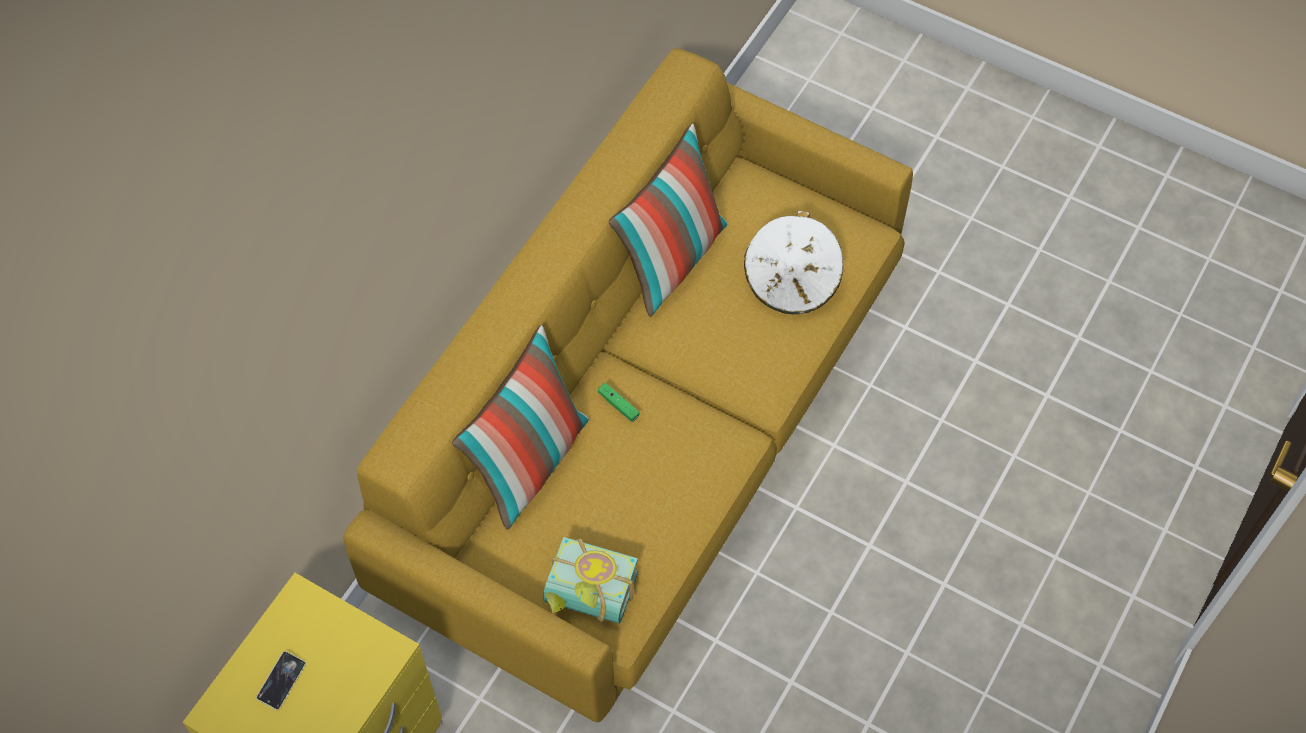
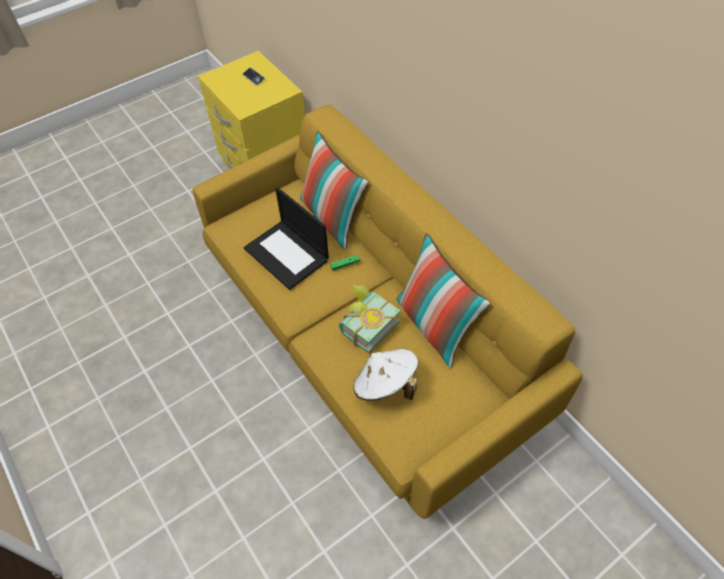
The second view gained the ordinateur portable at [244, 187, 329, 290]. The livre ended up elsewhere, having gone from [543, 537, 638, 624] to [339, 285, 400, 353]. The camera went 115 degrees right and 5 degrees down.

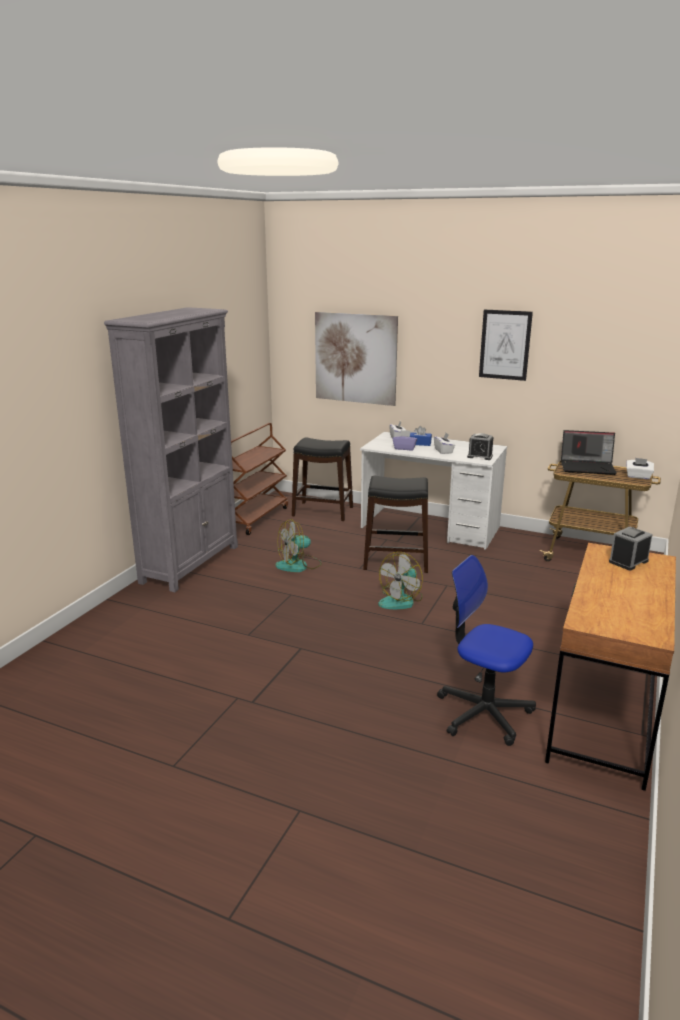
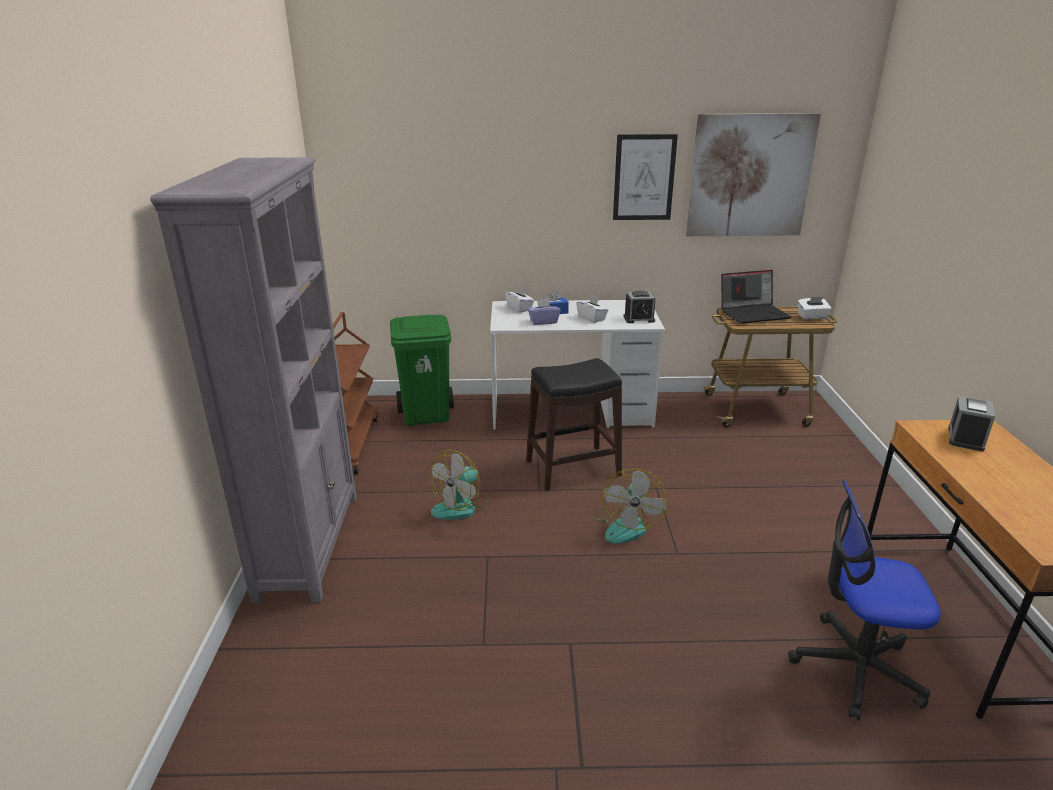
The tableau ended up elsewhere, having gone from [315, 312, 398, 406] to [686, 113, 821, 236]. Where the tabouret [noir] stood at [292, 437, 353, 521], the poubelle [vert] came to stand at [390, 314, 454, 426]. The camera went 25 degrees left and 5 degrees up.

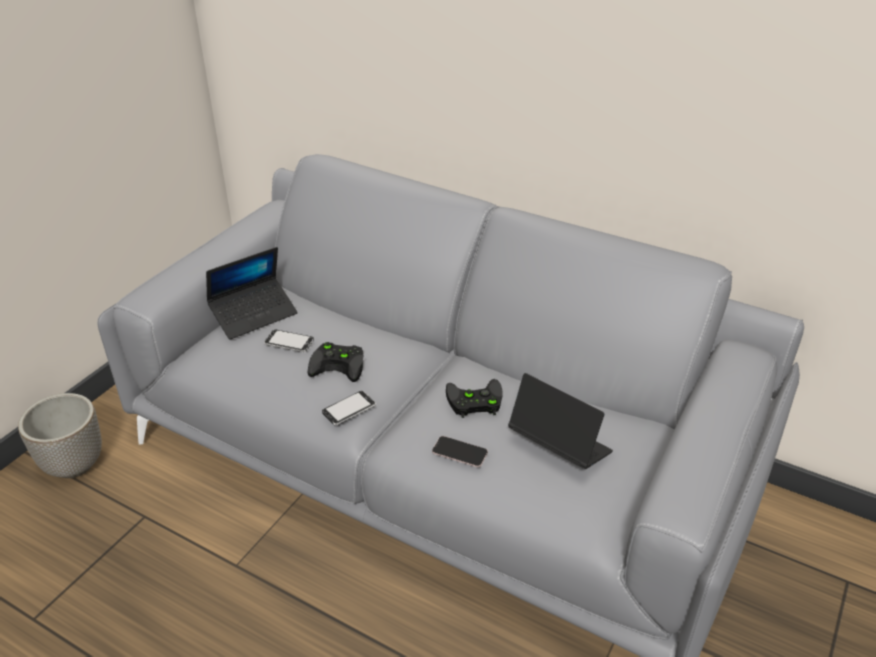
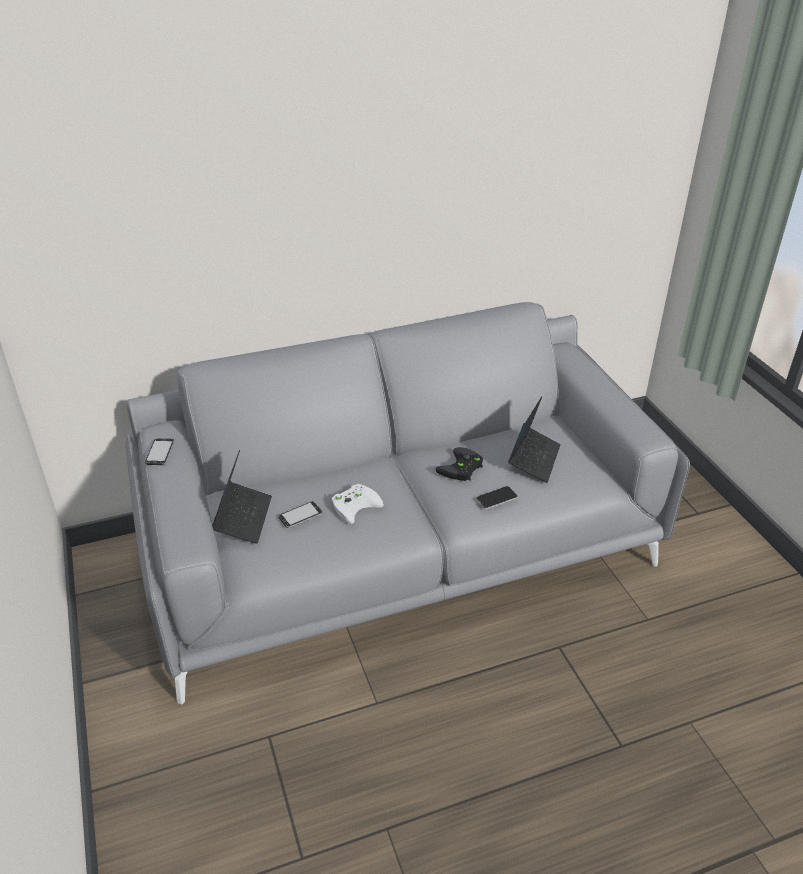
The second view lost the cache-pot at [18, 393, 102, 478]. The téléphone ended up elsewhere, having gone from [322, 391, 376, 425] to [145, 438, 175, 465]. What was the manette [noir] at [308, 342, 363, 382] turned into the manette [blanc] at [332, 484, 384, 524]. The ordinateur portable at [508, 373, 613, 469] ended up facing another way, 120 degrees clockwise from before. The camera went 50 degrees left and 0 degrees up.

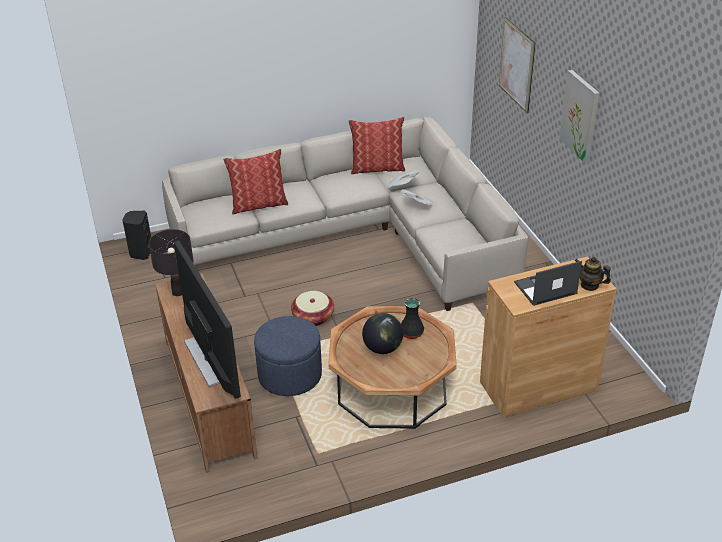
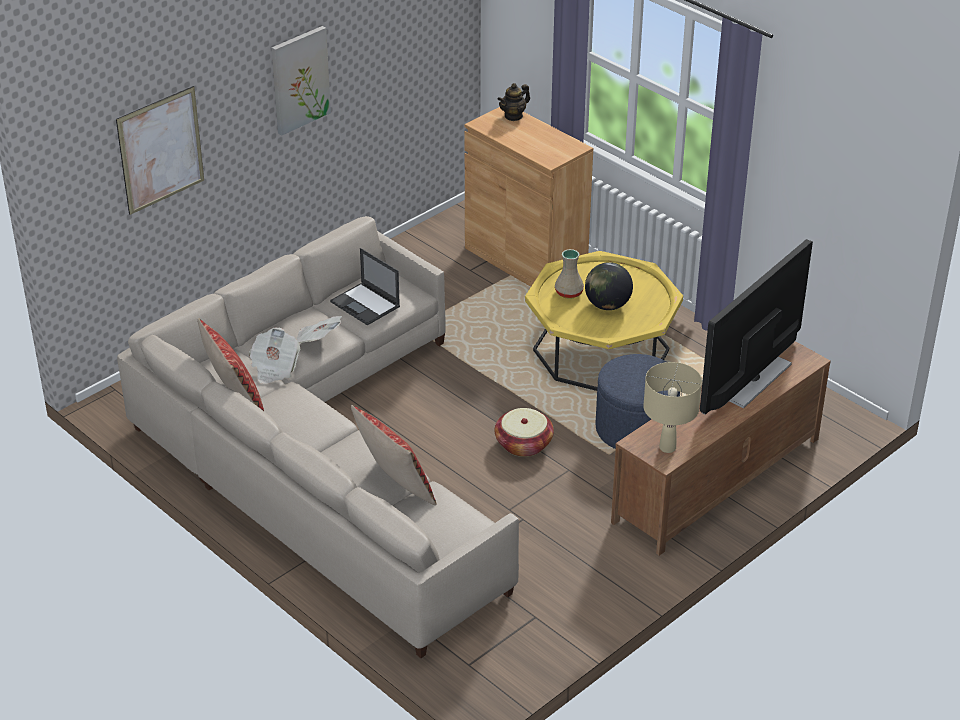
The second view lost the enceinte [noir] at [122, 211, 151, 260]. The ordinateur portable ended up elsewhere, having gone from [514, 261, 582, 306] to [330, 248, 400, 325]. What was the lampe de table [noir] at [149, 229, 193, 296] turned into the lampe de table [beige] at [643, 362, 702, 453]. What was the table basse [marron] at [328, 306, 457, 429] turned into the table basse [jaune] at [525, 251, 683, 391]. What was the vase [noir] at [401, 298, 424, 339] turned into the vase [beige] at [555, 249, 584, 299]. The théière at [575, 257, 611, 291] ended up facing another way, 45 degrees clockwise from before. The camera went 115 degrees left and 0 degrees up.

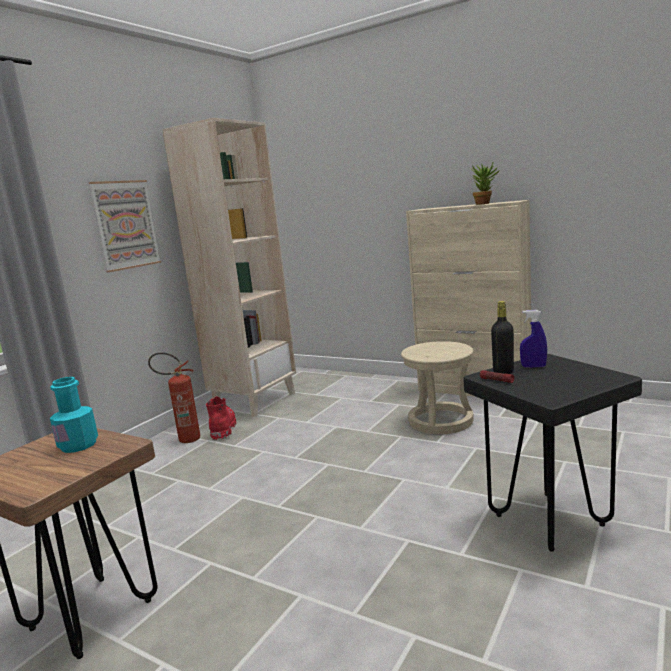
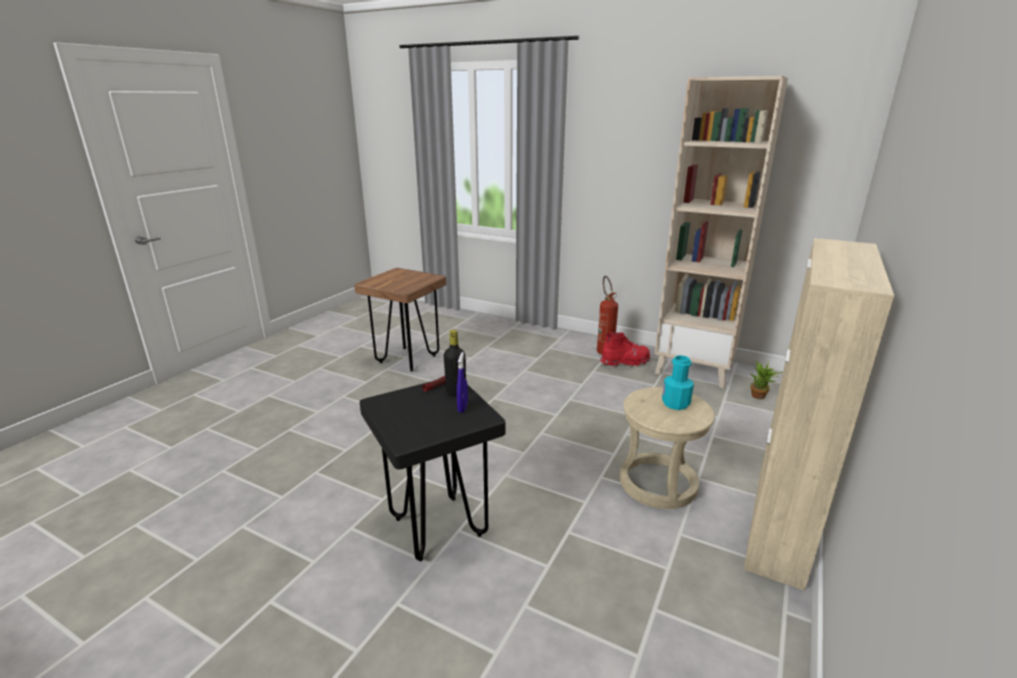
The second view lost the tableau at [89, 180, 161, 272]. The bouteille [turquoise] ended up elsewhere, having gone from [50, 377, 98, 453] to [662, 355, 694, 410]. The plante en pot ended up elsewhere, having gone from [470, 164, 500, 205] to [750, 360, 782, 399]. The camera went 85 degrees right and 10 degrees up.

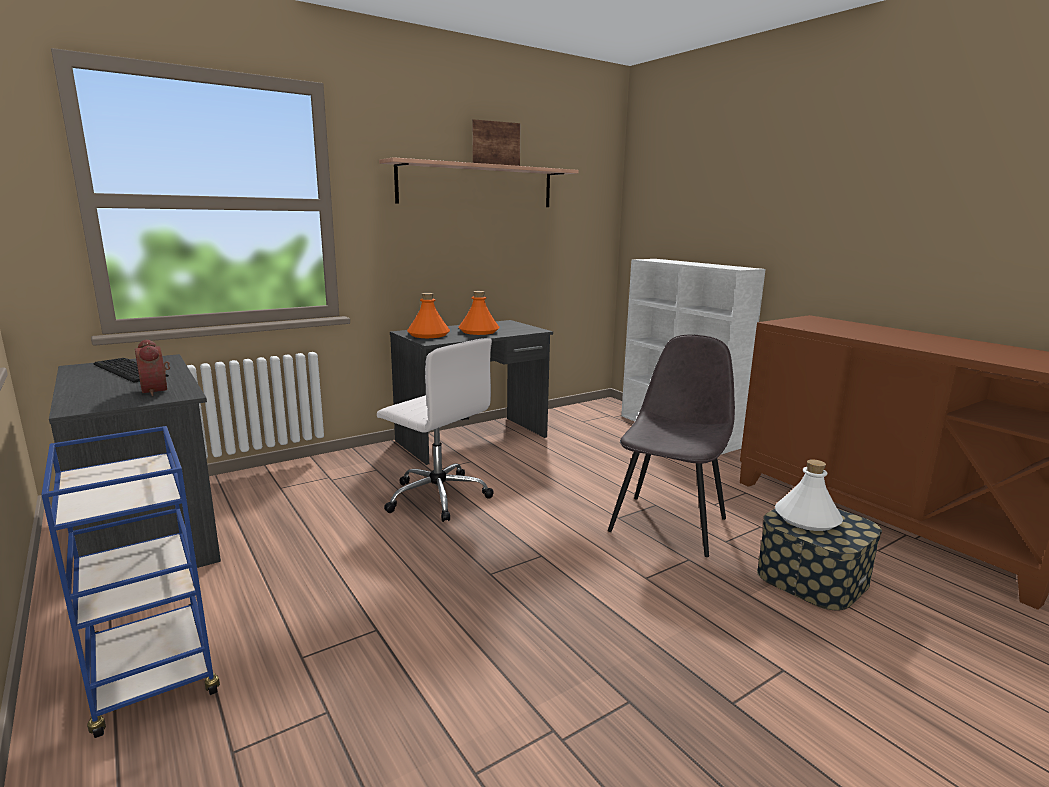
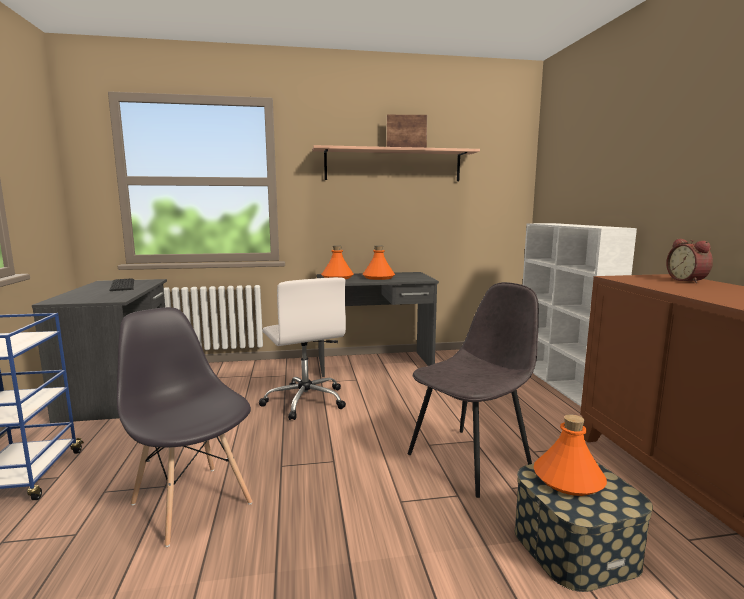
The second view gained the chaise [gris] at [117, 307, 253, 547]. The réveil ended up elsewhere, having gone from [135, 339, 170, 396] to [666, 239, 713, 283]. What was the bouteille [blanc] at [775, 459, 843, 531] turned into the bouteille [orange] at [533, 414, 607, 496]. The camera went 25 degrees right and 5 degrees down.

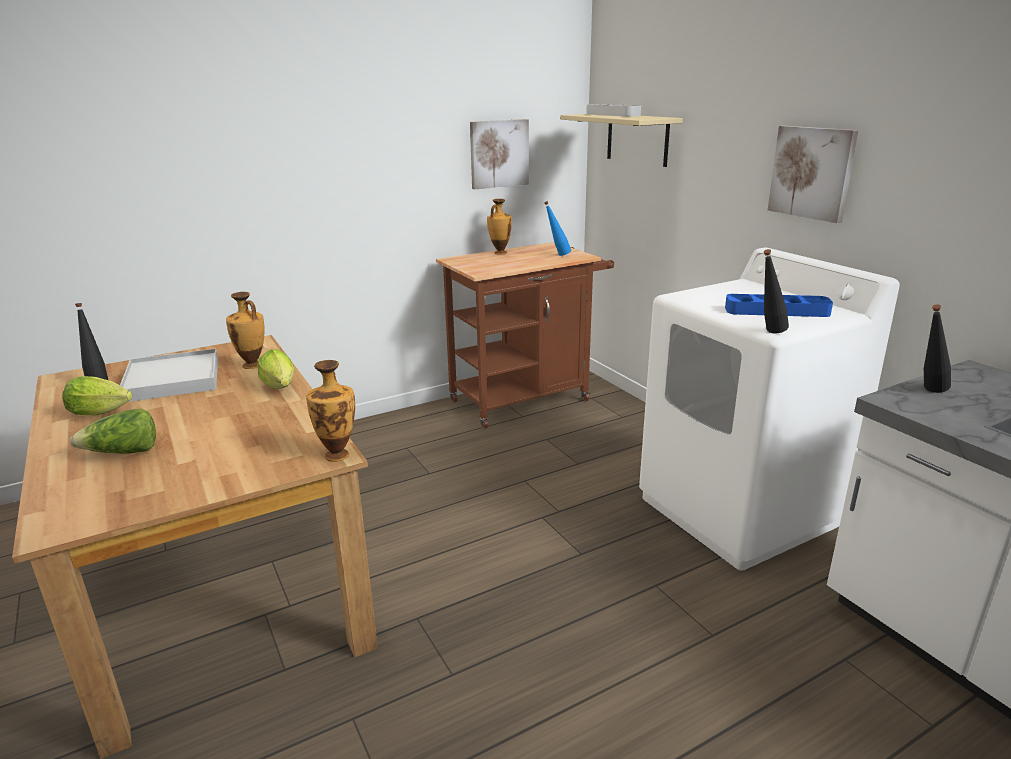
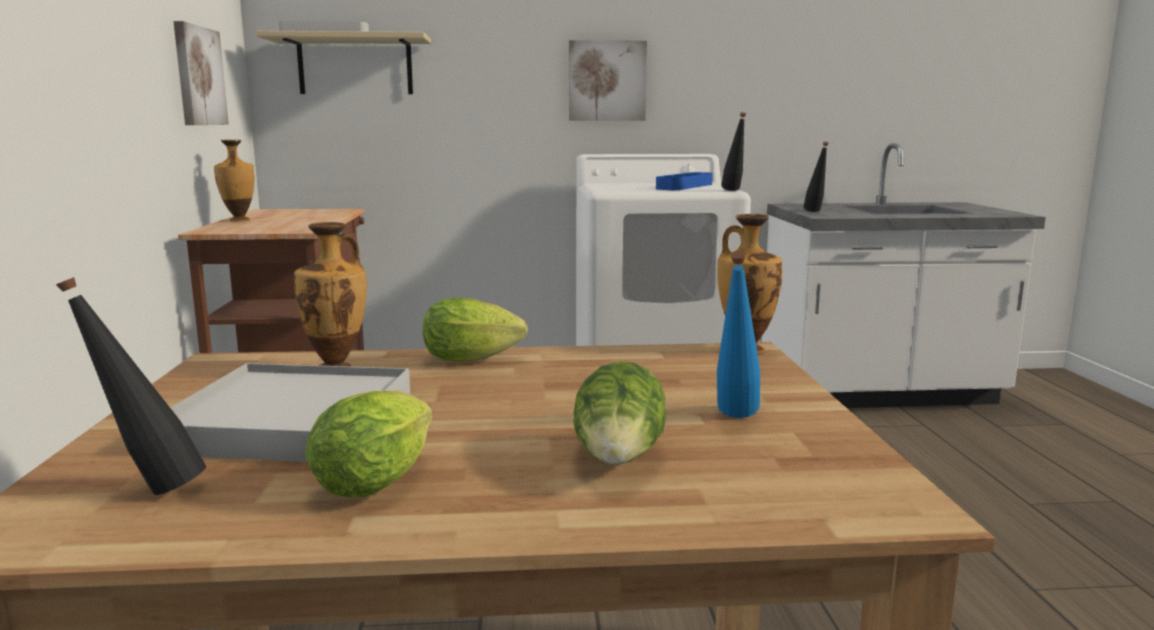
The bouteille [bleu] ended up elsewhere, having gone from [544, 201, 571, 256] to [717, 251, 760, 418]. The camera went 65 degrees left and 10 degrees down.

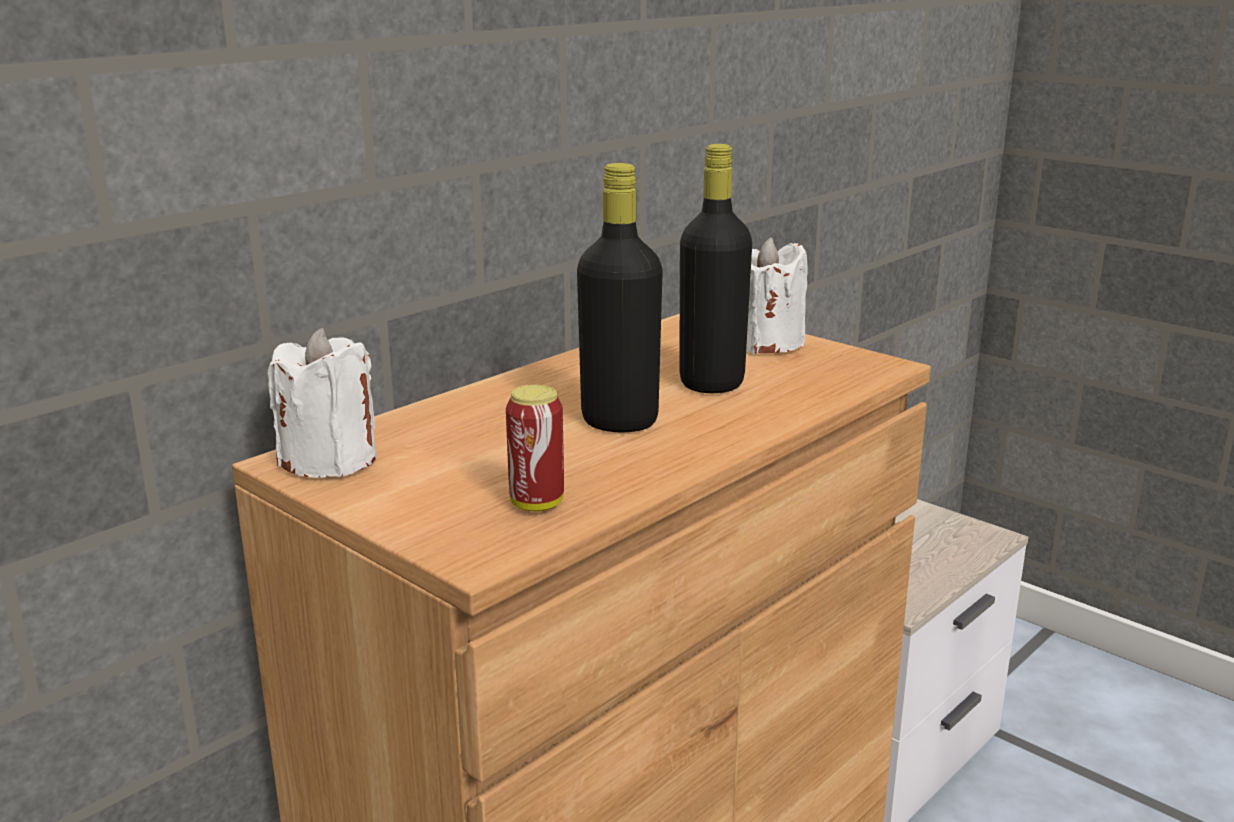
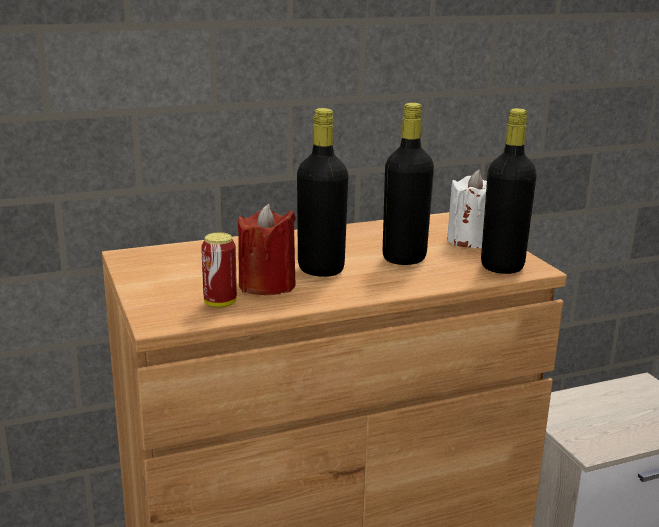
The second view lost the bougie [blanc] at [268, 328, 377, 478]. The second view gained the bougie [rouge] at [238, 204, 296, 295]. The second view gained the bouteille [noir] at [481, 108, 537, 274]. The camera went 25 degrees right and 0 degrees up.

